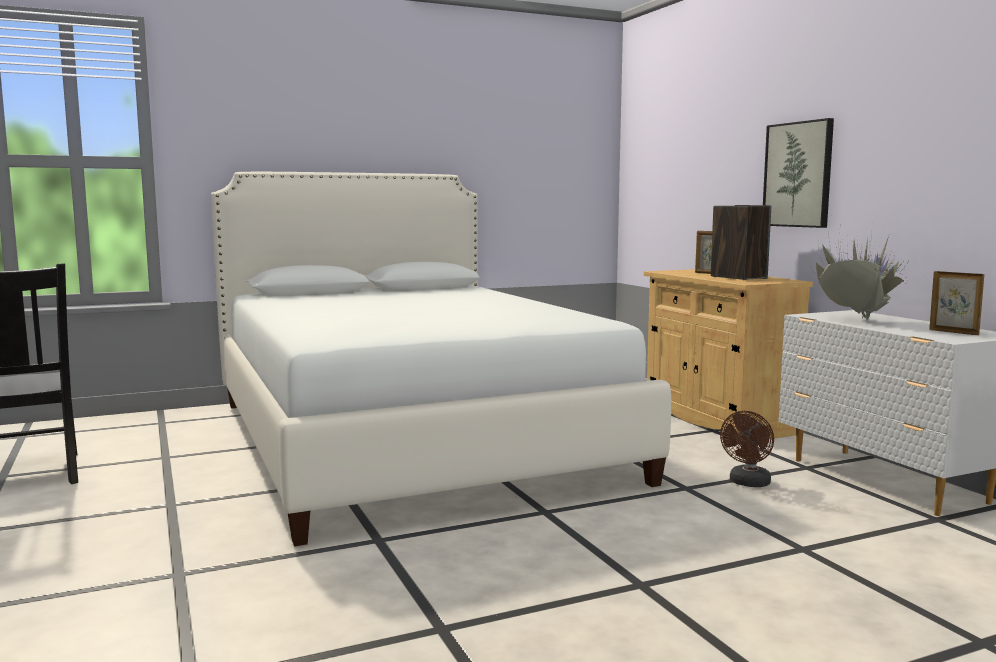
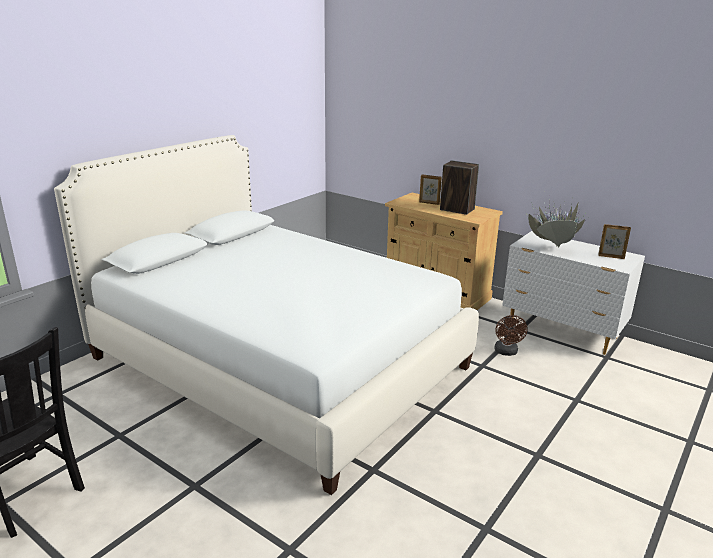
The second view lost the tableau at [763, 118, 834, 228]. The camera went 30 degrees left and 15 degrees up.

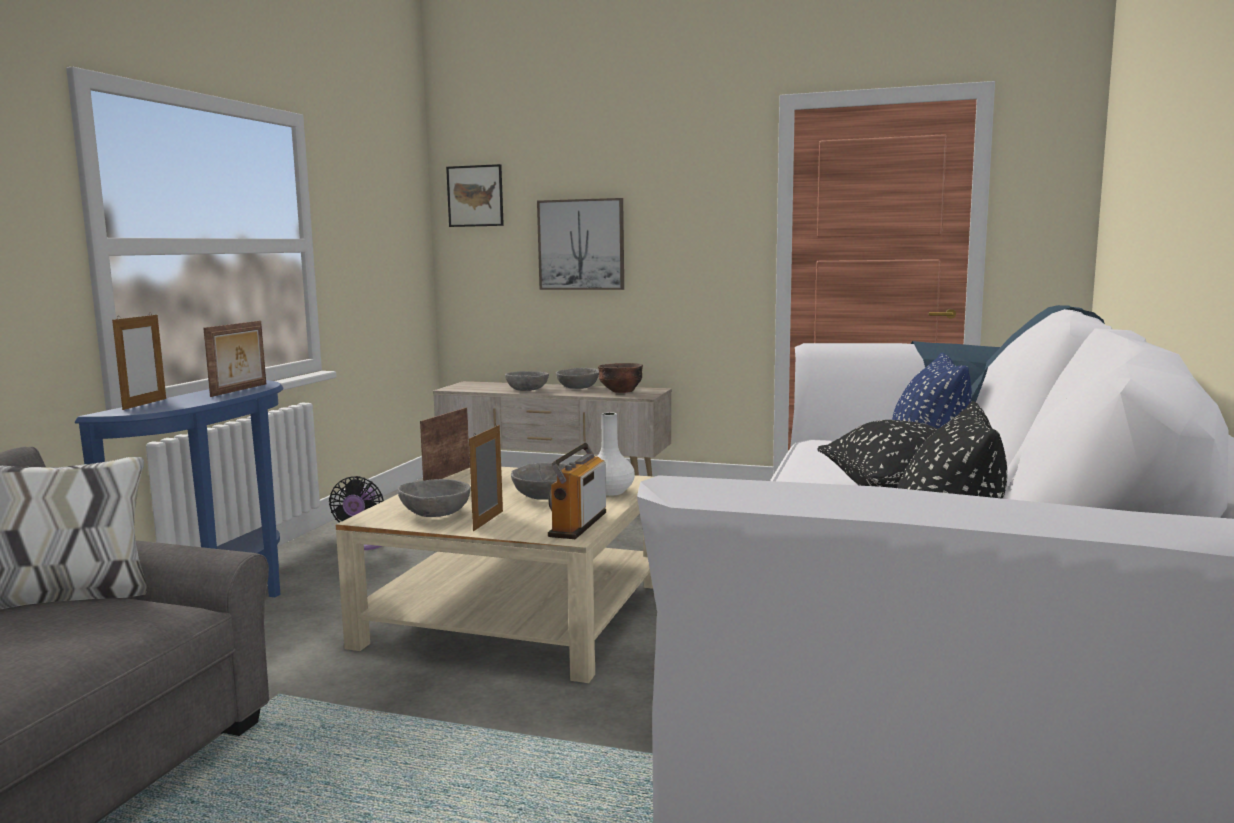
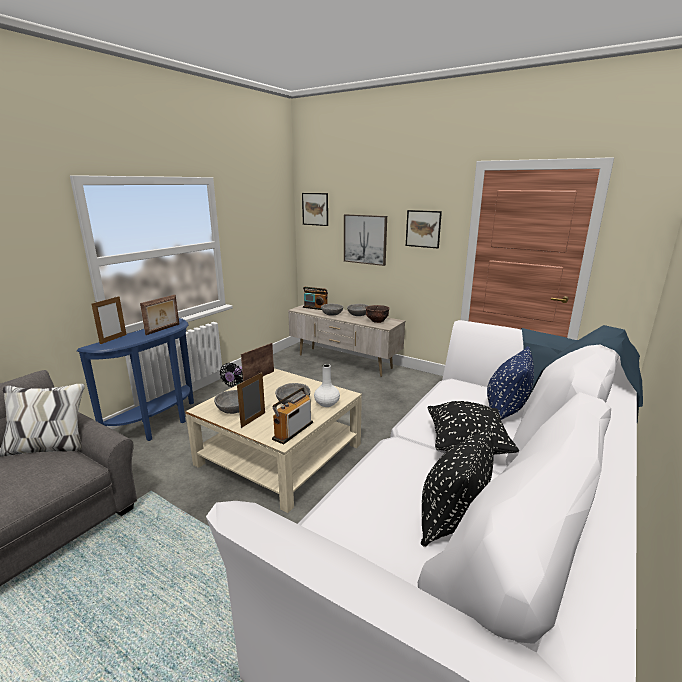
The second view gained the radio at [303, 287, 328, 310]. The second view gained the tableau at [406, 210, 442, 248]. The camera went 15 degrees right and 10 degrees up.

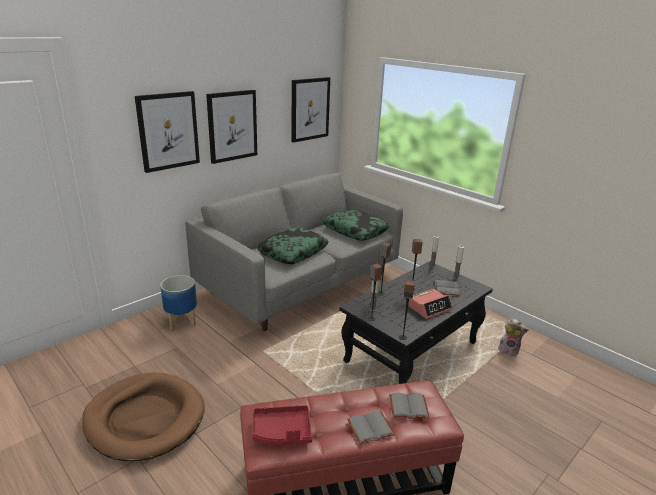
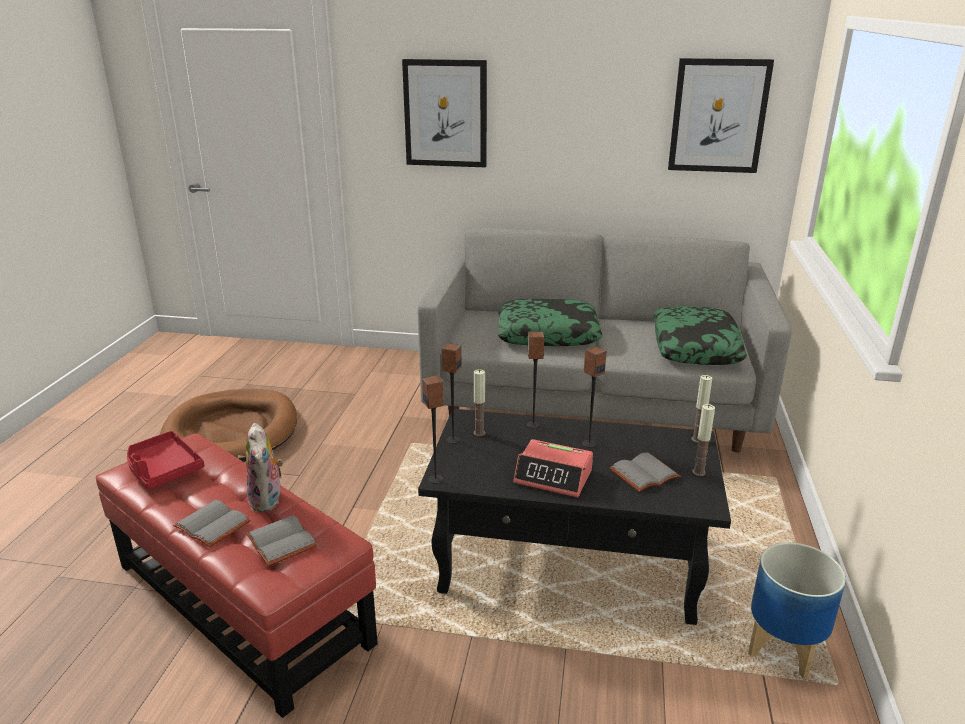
The second view lost the tableau at [206, 90, 257, 164]. The cache-pot ended up elsewhere, having gone from [160, 275, 197, 330] to [748, 542, 846, 679]. The peluche ended up elsewhere, having gone from [498, 318, 529, 356] to [245, 423, 284, 512]. The camera went 55 degrees right and 0 degrees up.

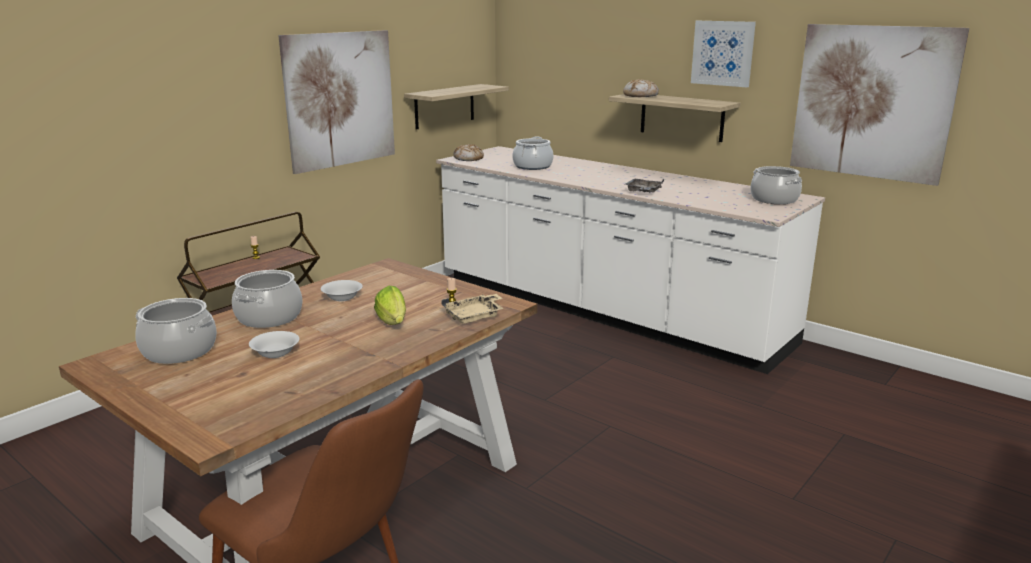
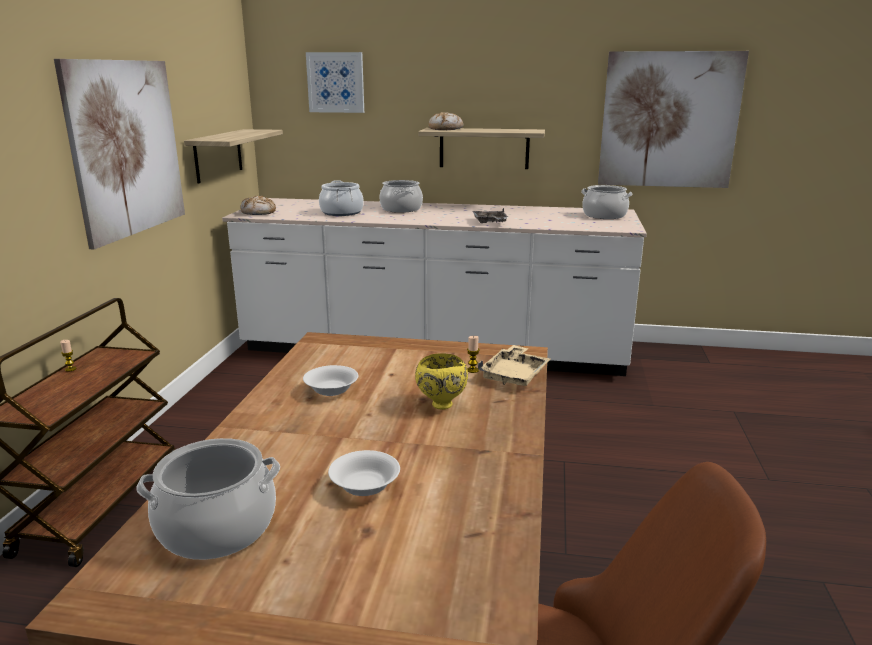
The marmite ended up elsewhere, having gone from [232, 270, 302, 328] to [380, 180, 423, 213]. The tableau ended up elsewhere, having gone from [691, 21, 756, 87] to [306, 52, 364, 113]. Where the laitue stood at [374, 286, 406, 325], the bol [jaune] came to stand at [415, 353, 468, 410]. The camera went 30 degrees left and 0 degrees up.

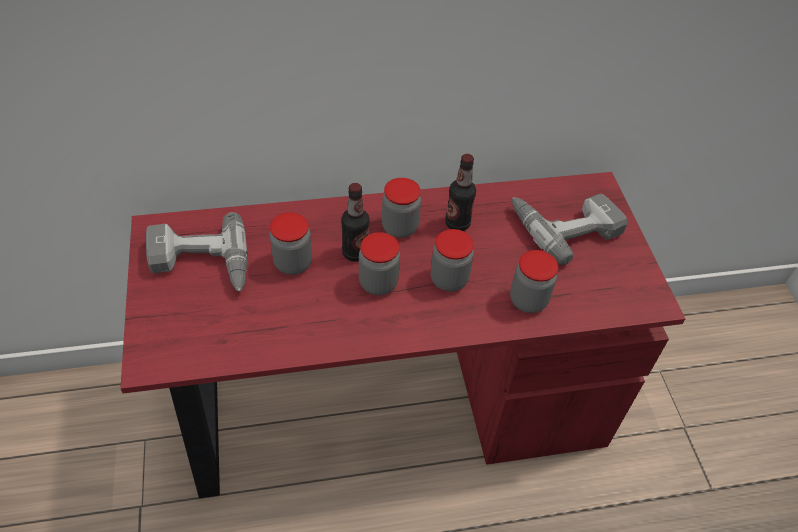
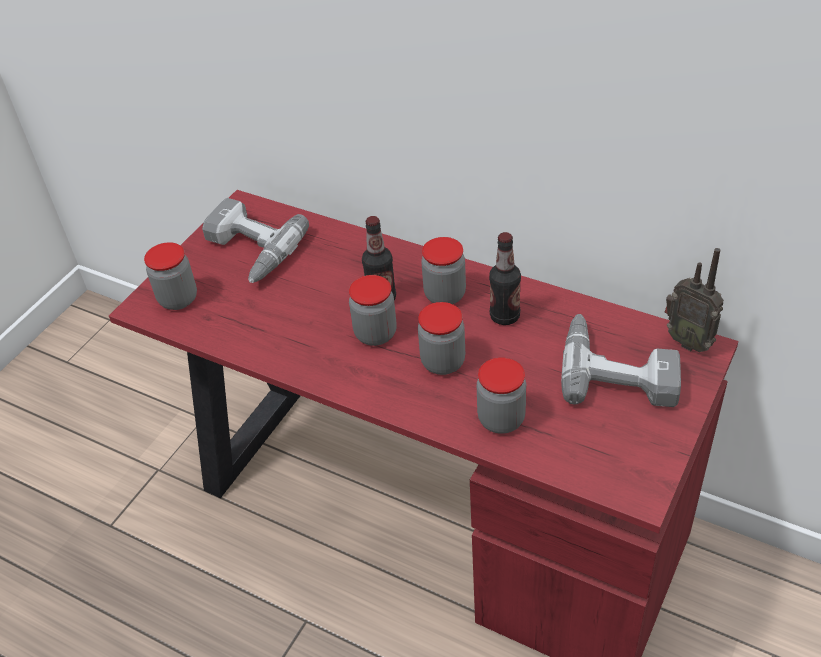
The second view gained the radio at [665, 248, 724, 352]. The bocal ended up elsewhere, having gone from [270, 212, 312, 275] to [144, 242, 197, 310]. The camera went 45 degrees right and 5 degrees down.

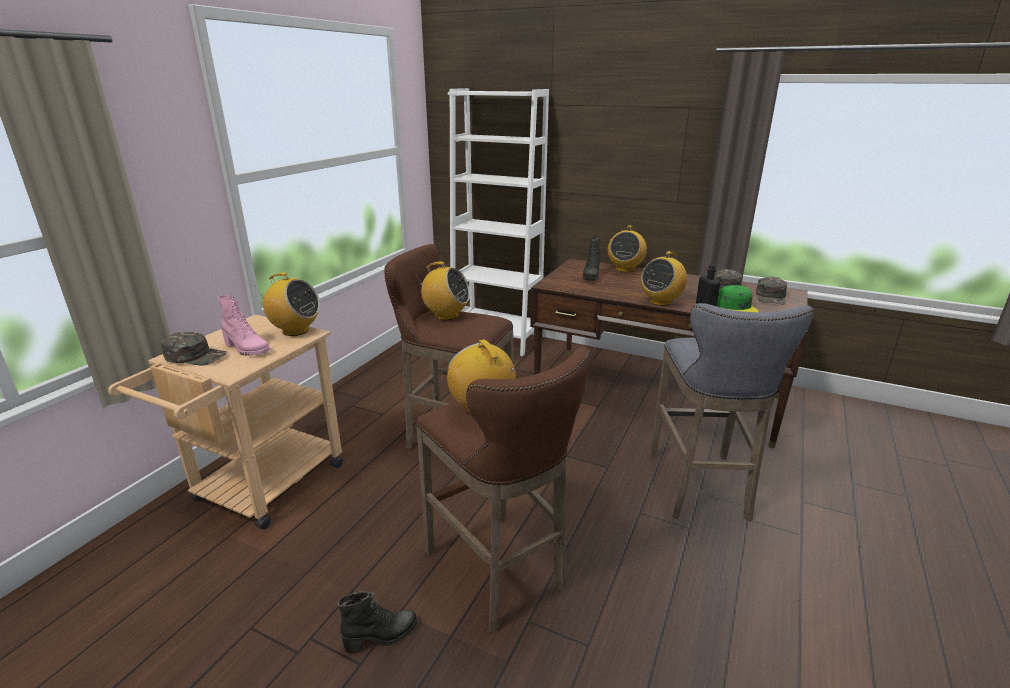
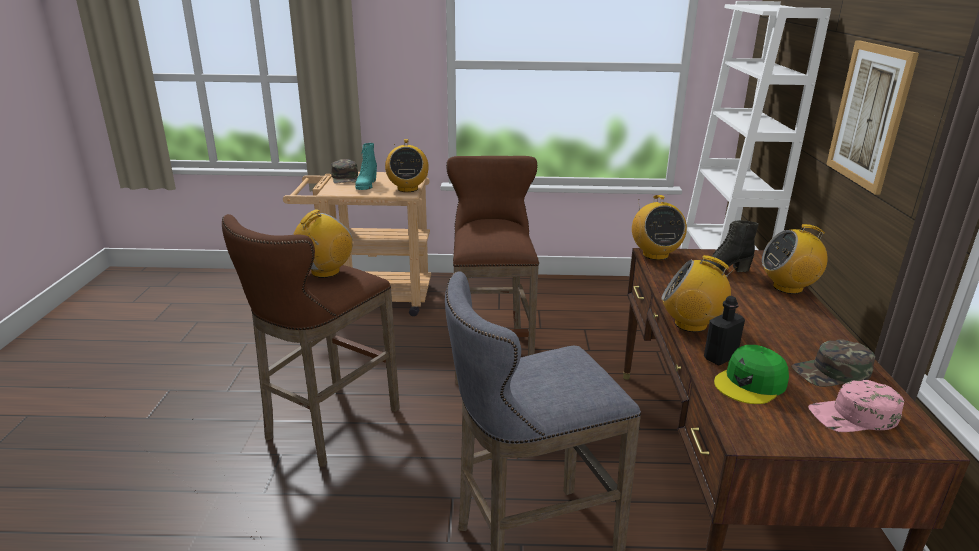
The second view lost the botte [noir] at [338, 591, 417, 653]. The second view gained the tableau at [826, 40, 919, 195]. The radio ended up elsewhere, having gone from [415, 262, 470, 320] to [632, 195, 687, 260]. What was the botte [rose] at [218, 295, 271, 356] turned into the botte [turquoise] at [355, 143, 377, 190]. What was the casquette [vert] at [756, 277, 787, 304] turned into the casquette [rose] at [808, 380, 904, 432]. The camera went 65 degrees right and 0 degrees up.

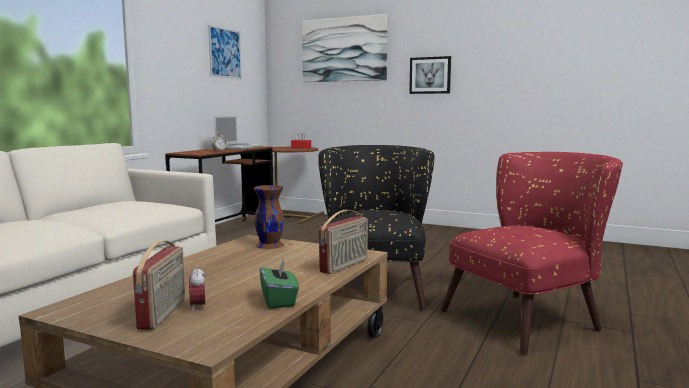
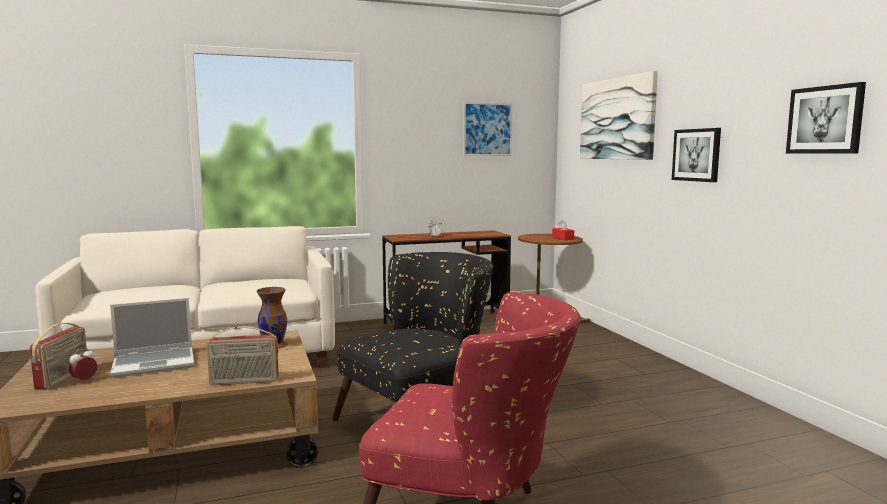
The second view lost the boîte à mouchoirs [vert] at [260, 260, 299, 309]. The second view gained the tableau at [786, 82, 866, 153]. The ordinateur portable ended up elsewhere, having gone from [214, 116, 261, 150] to [110, 298, 194, 378]. The radio at [133, 240, 185, 330] ended up facing another way, 45 degrees counterclockwise from before. The camera went 45 degrees right and 0 degrees up.

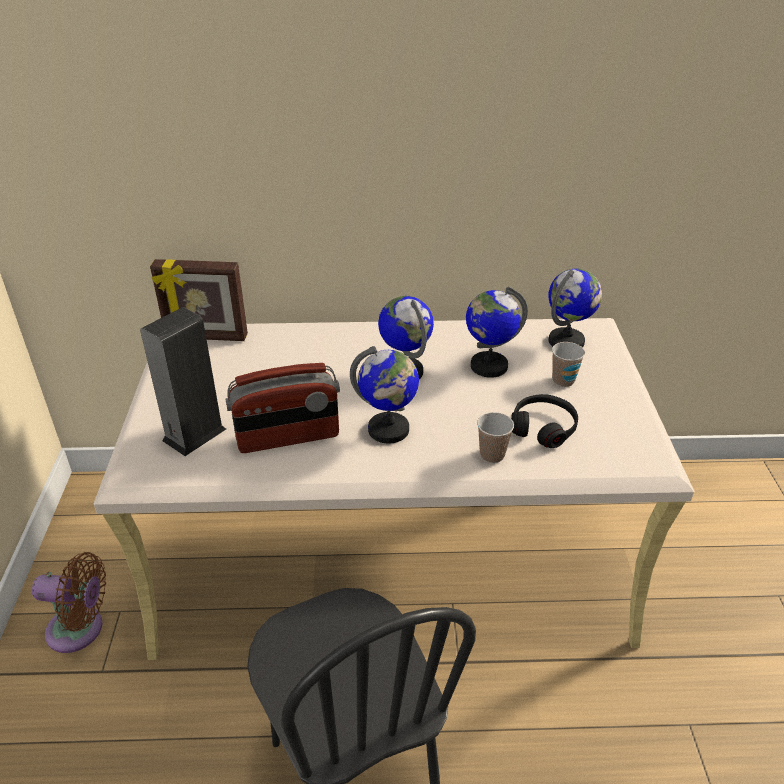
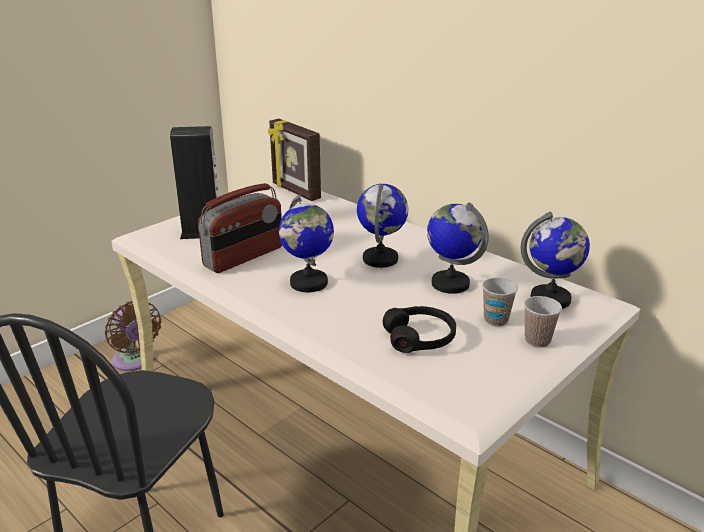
The tasse ended up elsewhere, having gone from [477, 412, 514, 463] to [524, 296, 562, 348]. The radio at [226, 363, 340, 453] ended up facing another way, 75 degrees counterclockwise from before. The camera went 45 degrees right and 10 degrees down.

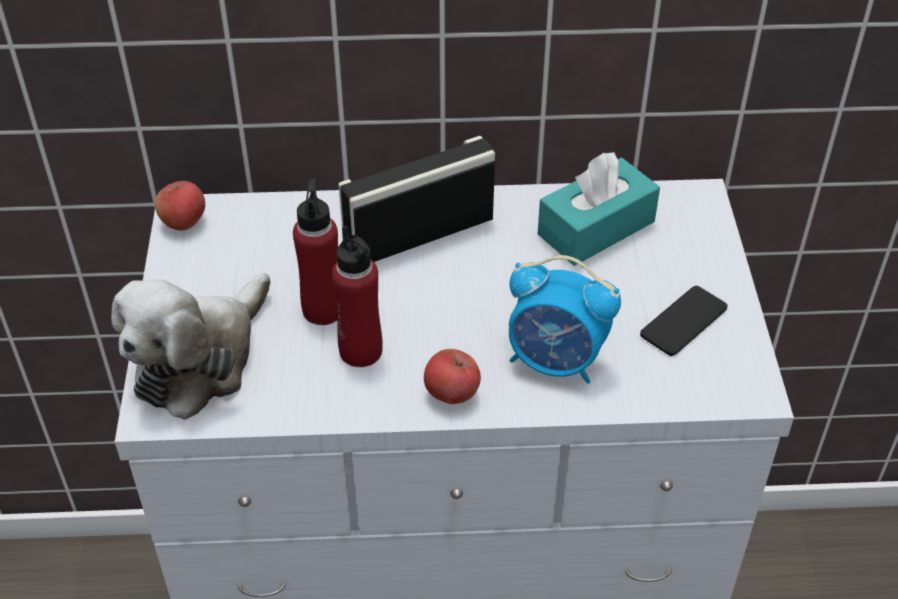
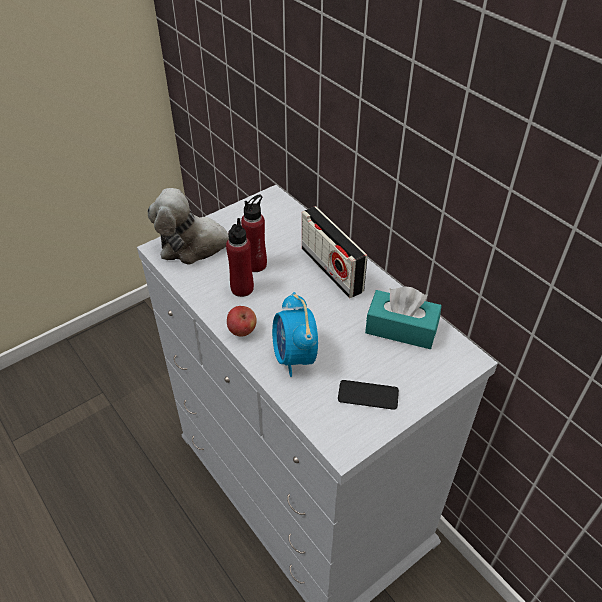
The second view lost the pomme at [155, 181, 205, 230]. The radio at [338, 136, 495, 262] ended up facing another way, 150 degrees counterclockwise from before. The camera went 55 degrees right and 0 degrees up.

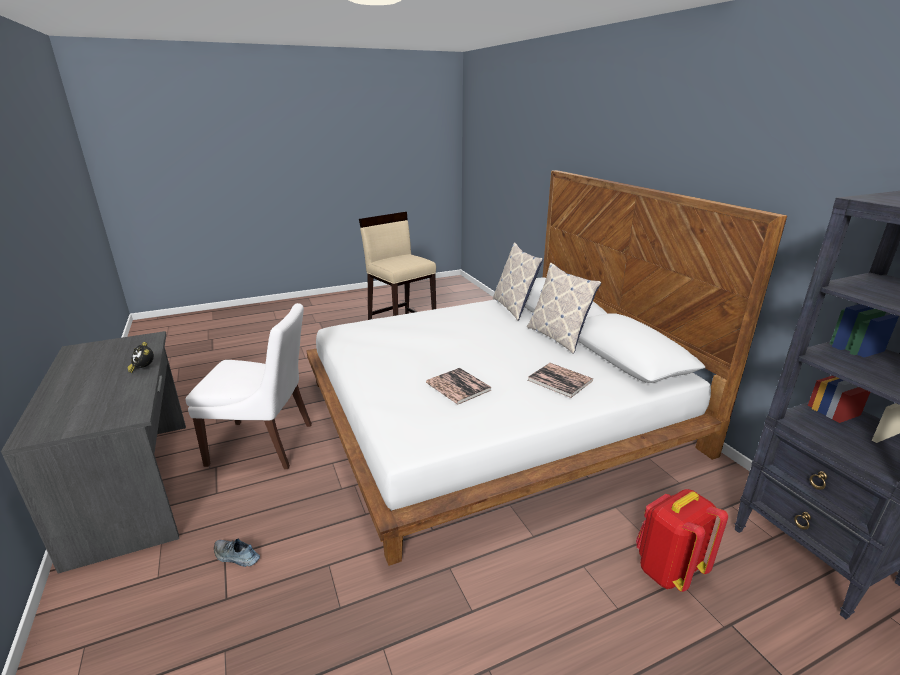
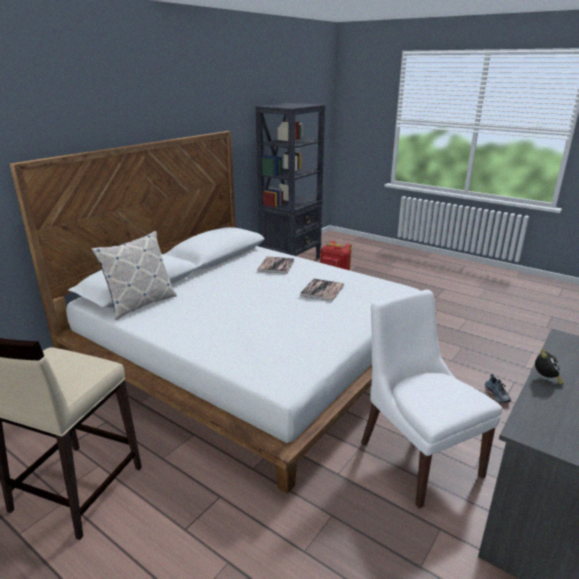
The second view lost the coussin at [527, 263, 601, 354]. The camera went 120 degrees left and 0 degrees up.

